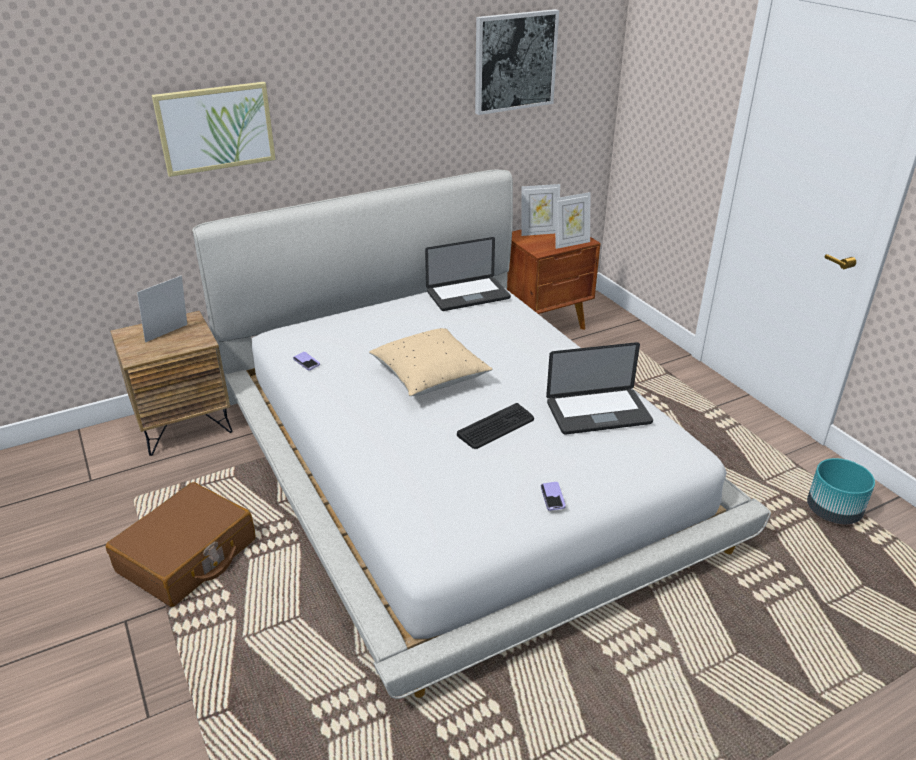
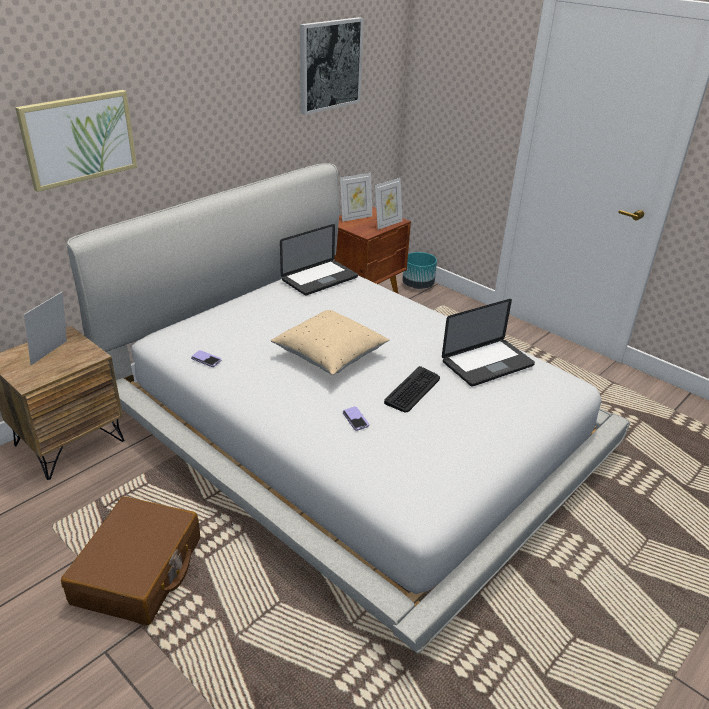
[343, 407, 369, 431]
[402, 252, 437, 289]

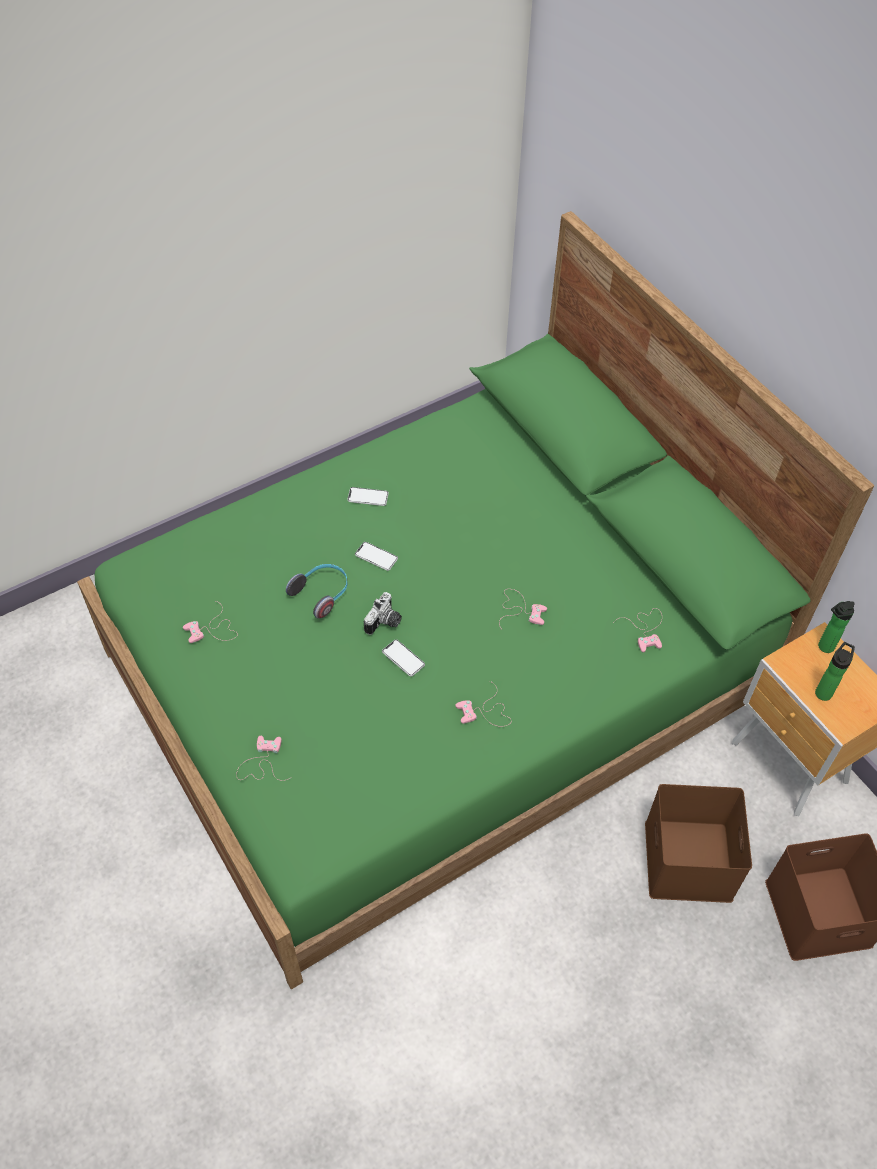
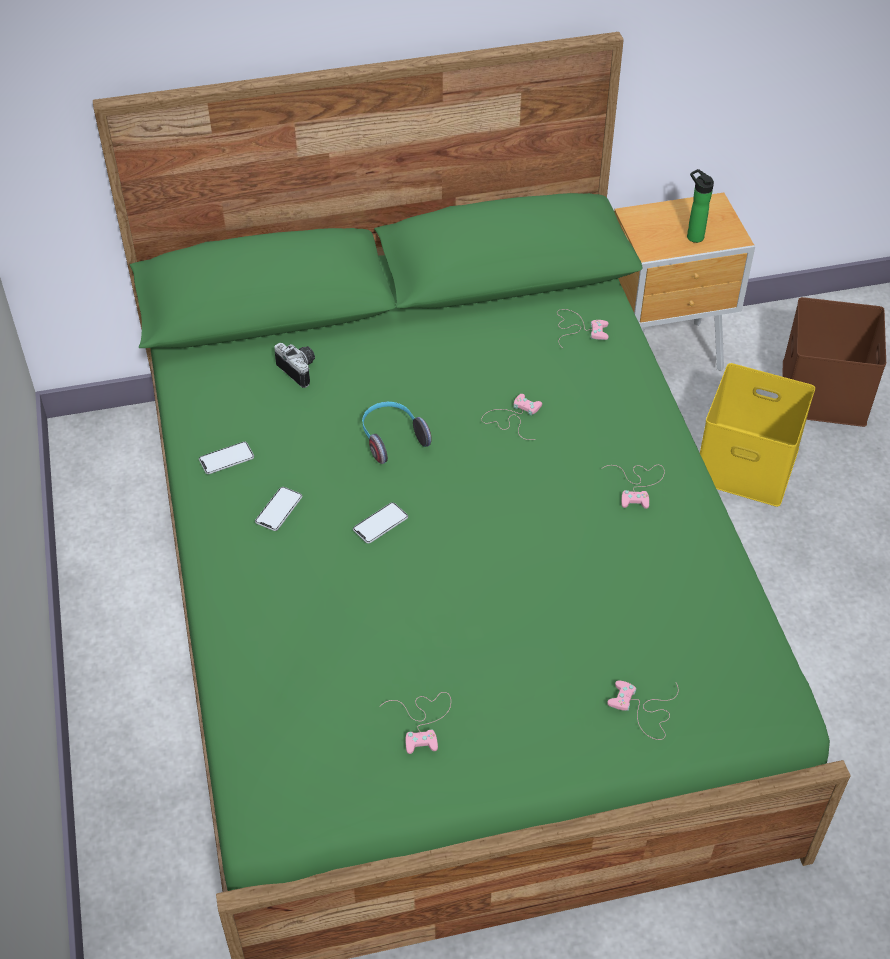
[362, 402, 432, 464]
[274, 343, 315, 388]
[199, 442, 254, 474]
[700, 363, 815, 507]
[818, 601, 855, 653] (first image)

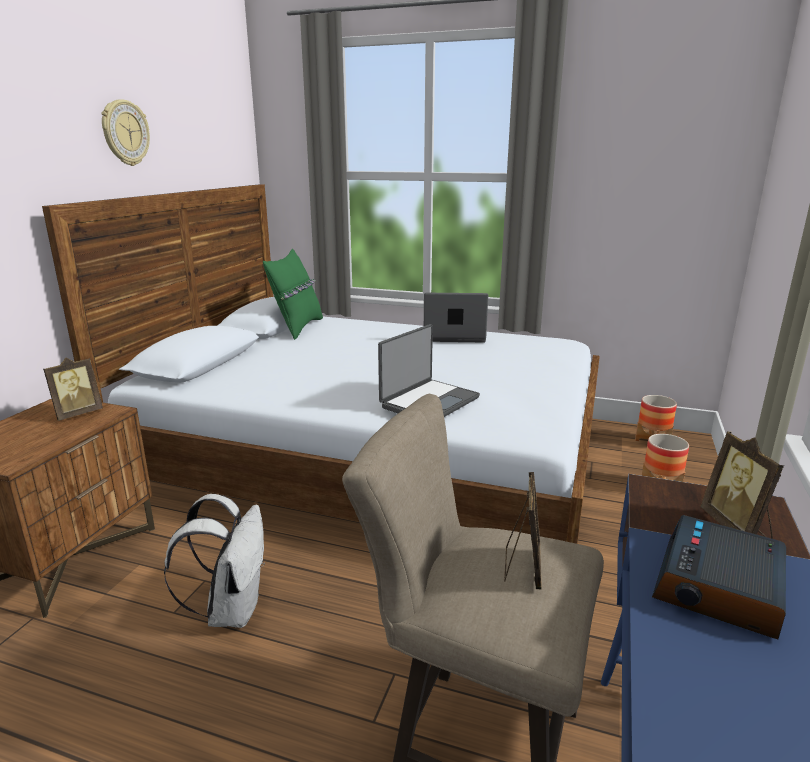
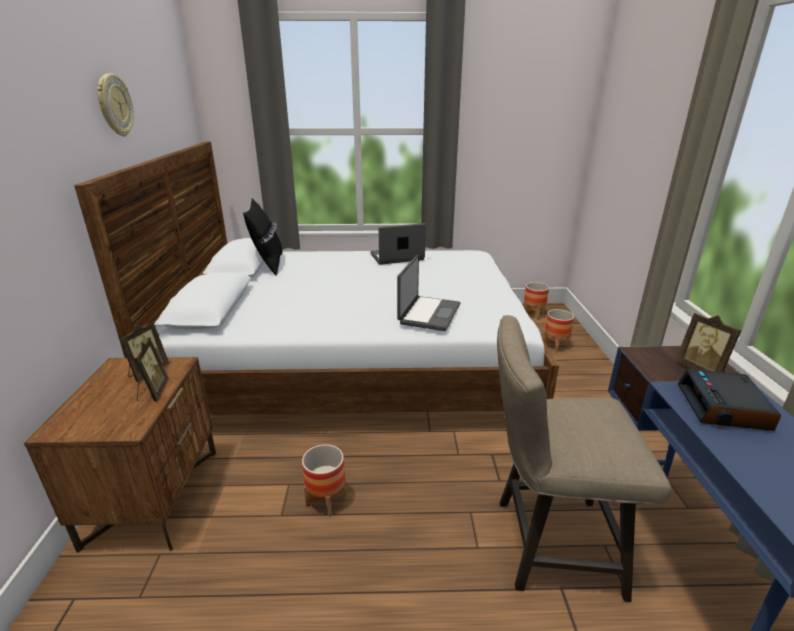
[302, 444, 347, 517]
[243, 198, 282, 276]
[134, 337, 168, 402]

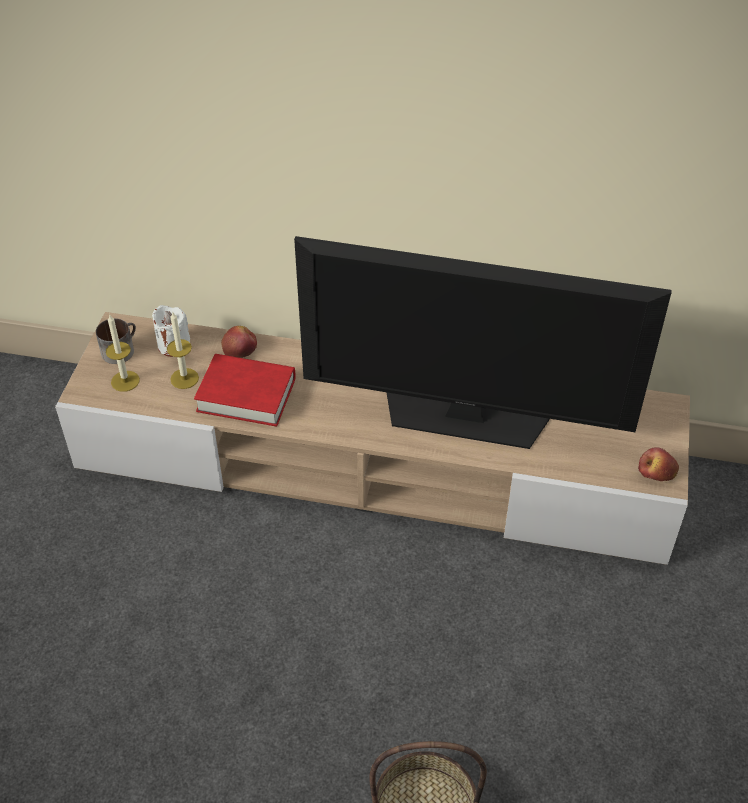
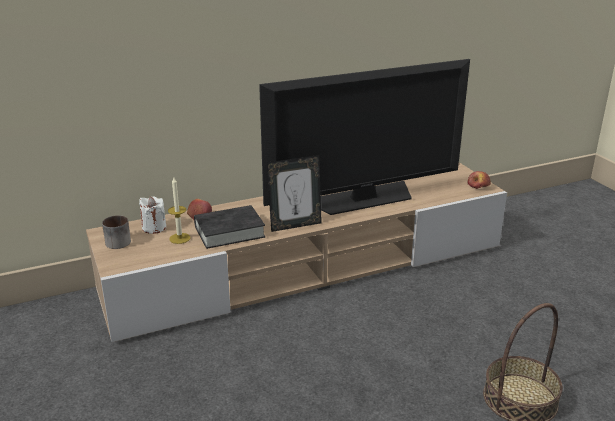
[106, 315, 140, 392] (first image)
[194, 205, 265, 249]
[267, 155, 322, 232]

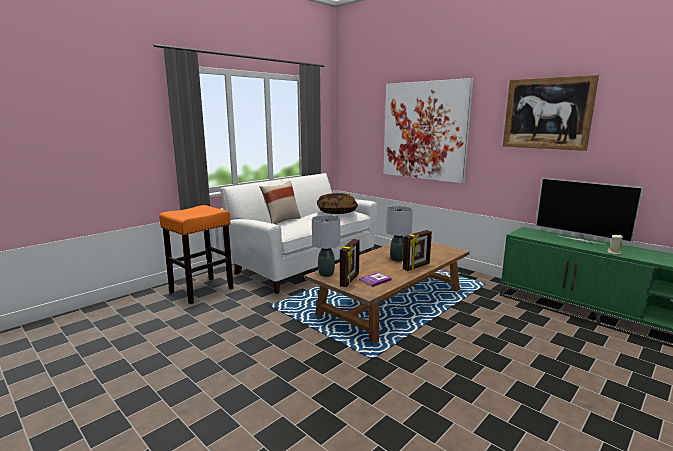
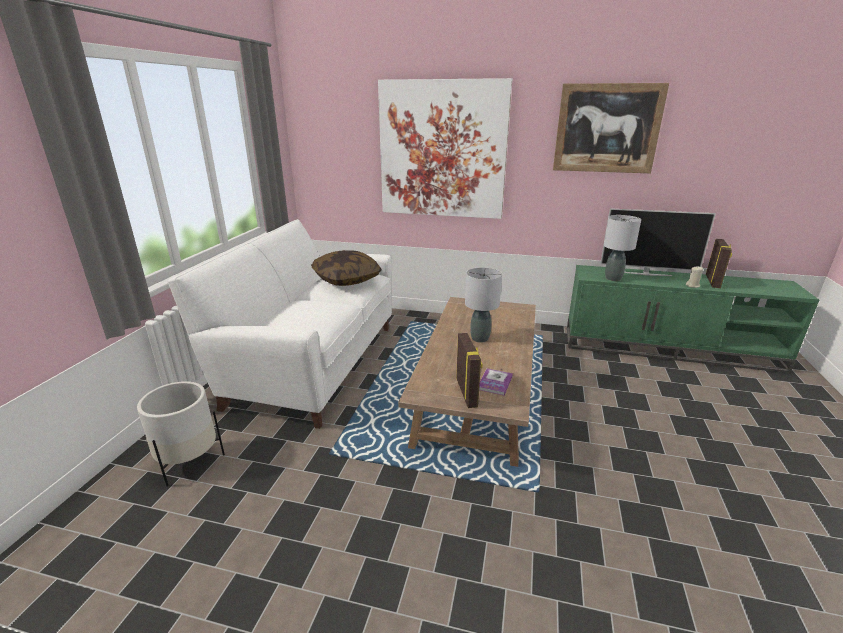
[137, 381, 225, 487]
[260, 181, 301, 224] (first image)
[604, 215, 641, 281]
[706, 239, 732, 288]

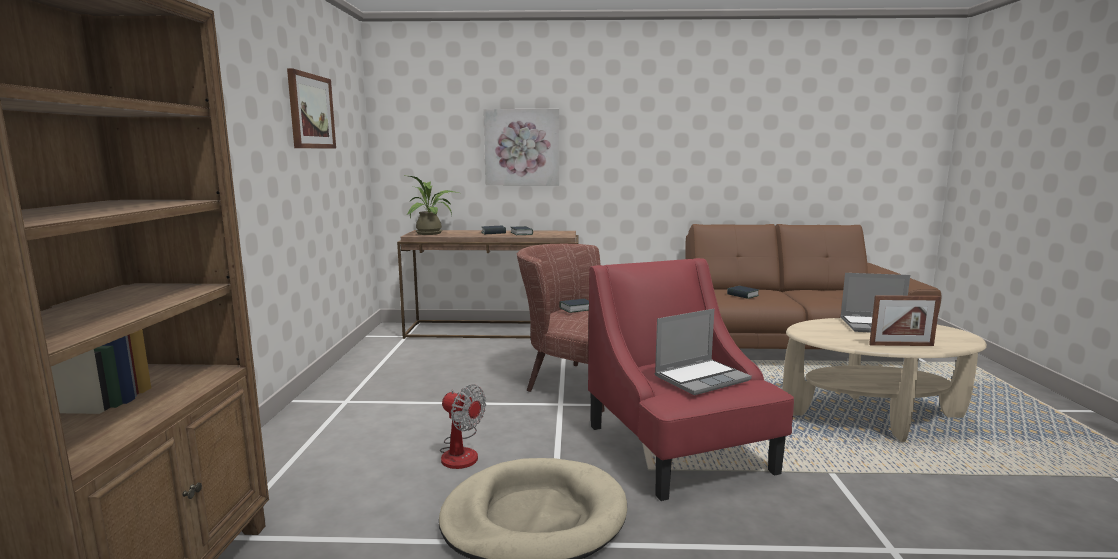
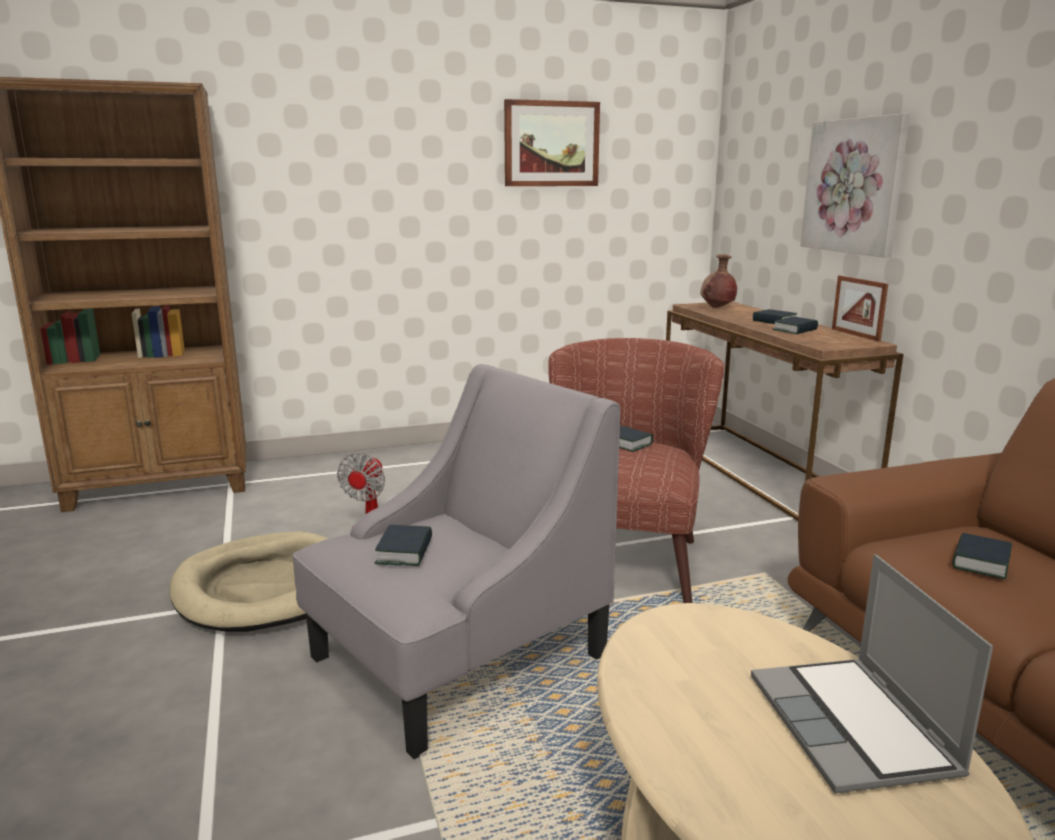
[700, 254, 737, 308]
[293, 364, 620, 759]
[375, 525, 432, 566]
[832, 275, 888, 342]

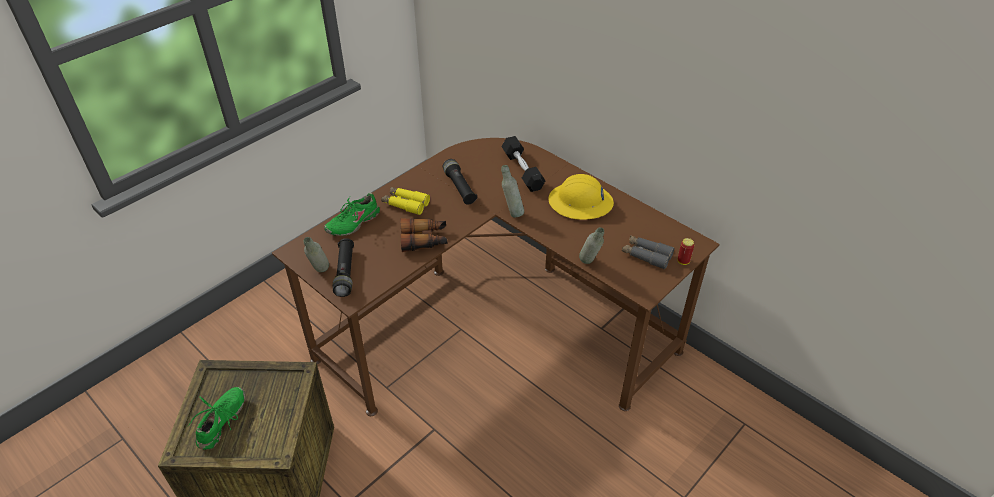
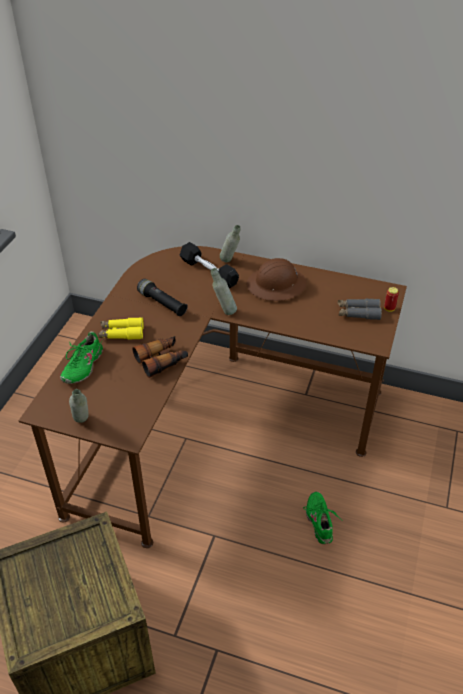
[303, 492, 343, 544]
[333, 238, 354, 297] (first image)
[246, 258, 307, 301]
[220, 225, 241, 262]

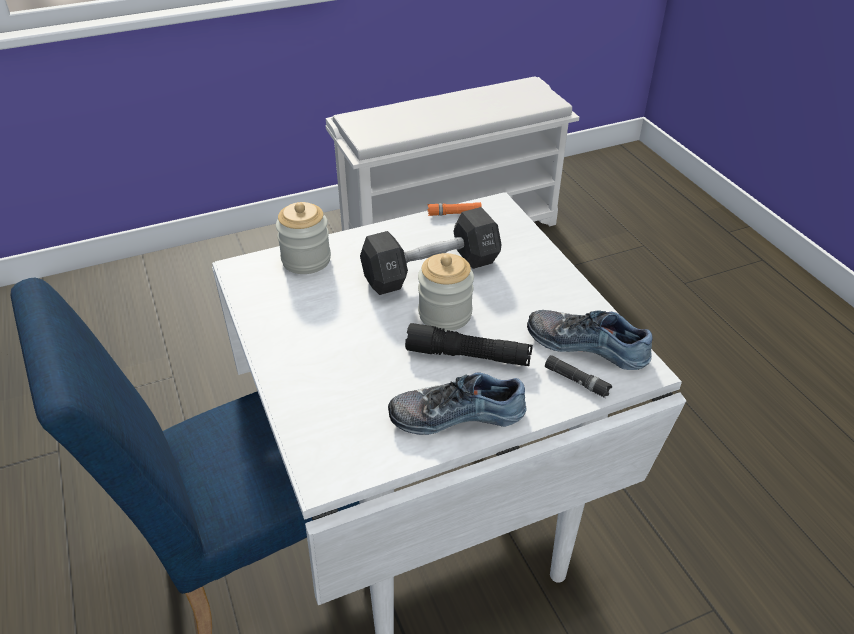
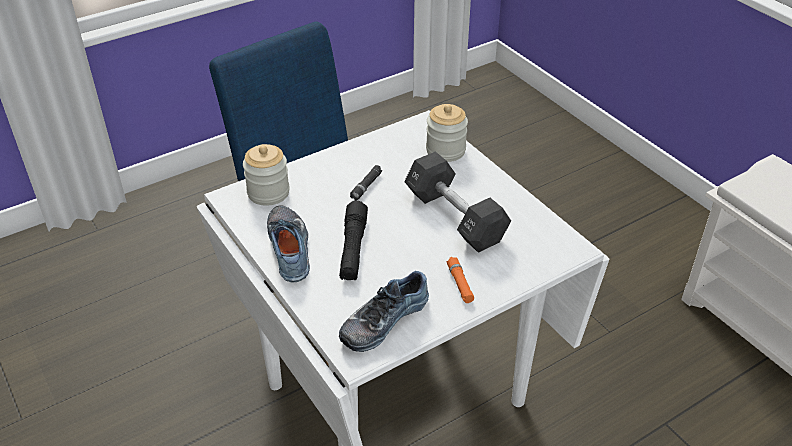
[243, 144, 290, 206]
[447, 257, 474, 303]
[339, 271, 429, 352]
[350, 165, 382, 201]

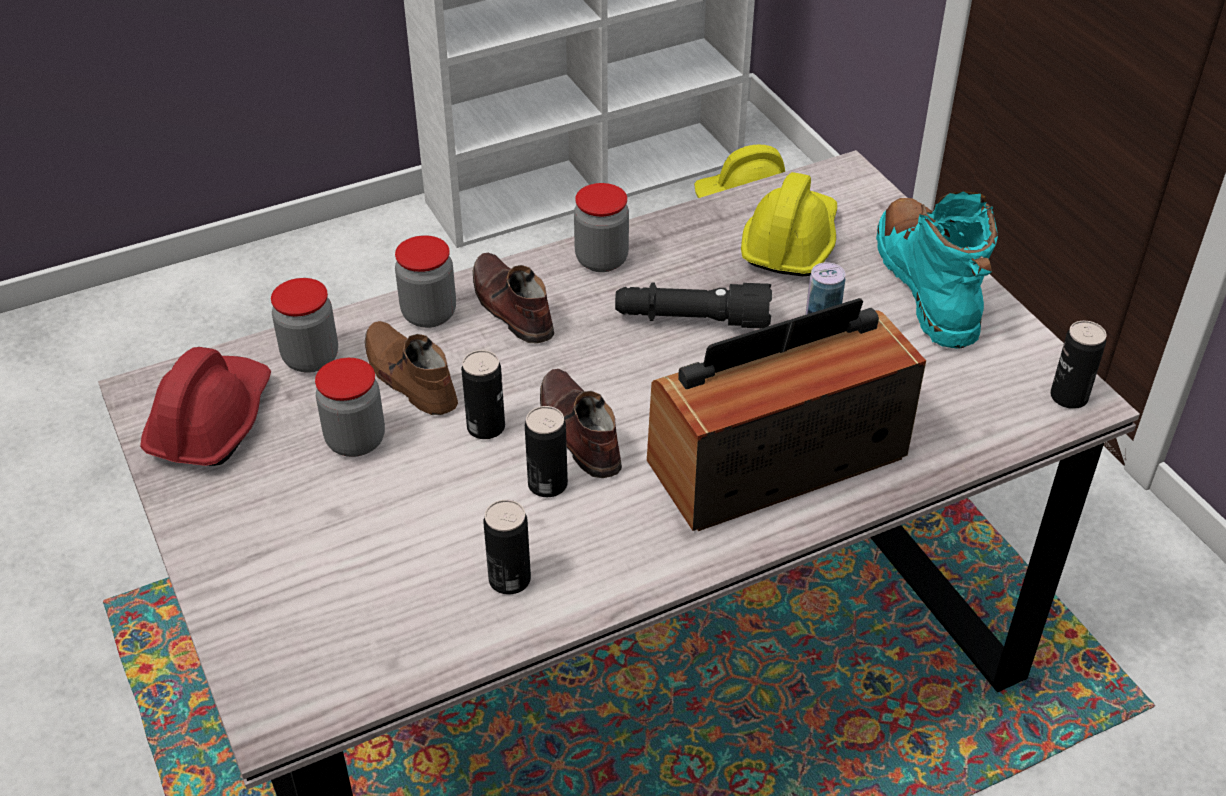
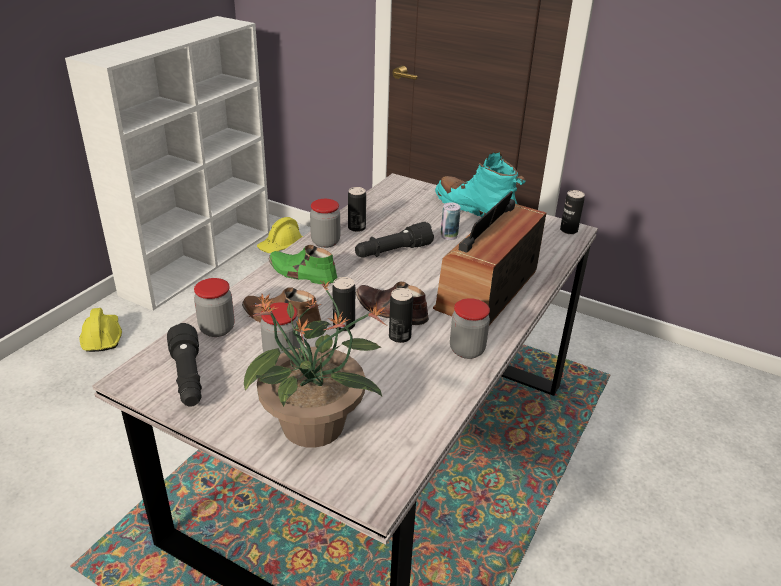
[167, 323, 202, 407]
[450, 298, 490, 359]
[268, 245, 337, 284]
[348, 187, 366, 232]
[80, 308, 122, 352]
[244, 280, 386, 448]

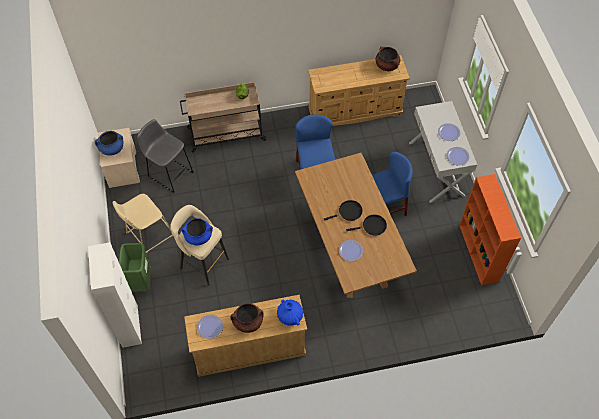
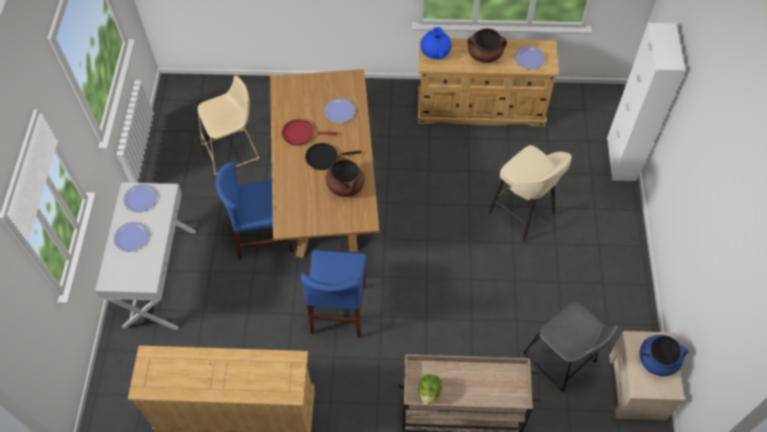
[198, 75, 260, 175]
[119, 243, 151, 292] (first image)
[182, 218, 213, 246] (first image)
[282, 119, 337, 146]
[326, 155, 364, 197]
[459, 174, 521, 285] (first image)

